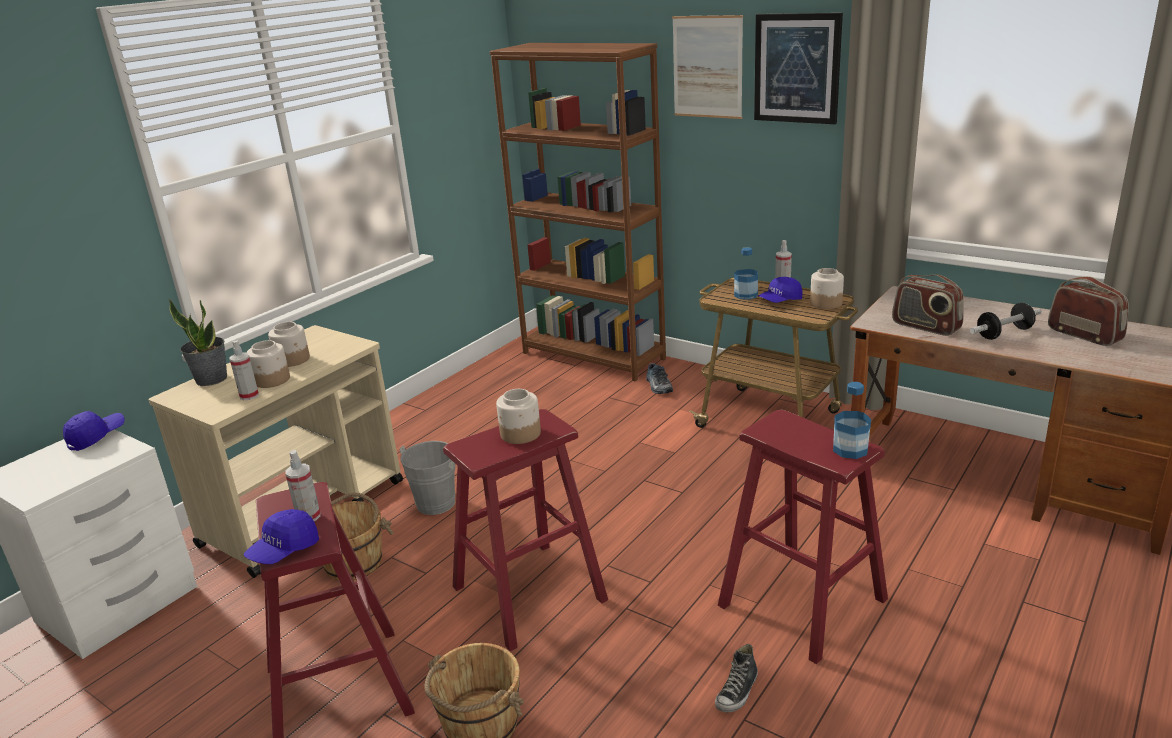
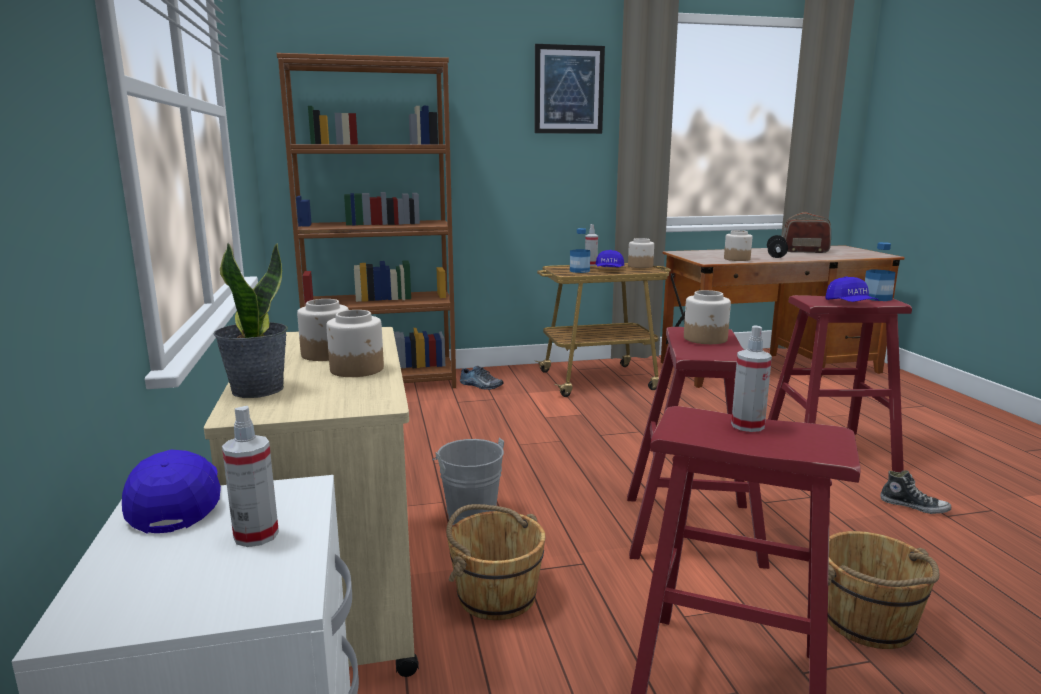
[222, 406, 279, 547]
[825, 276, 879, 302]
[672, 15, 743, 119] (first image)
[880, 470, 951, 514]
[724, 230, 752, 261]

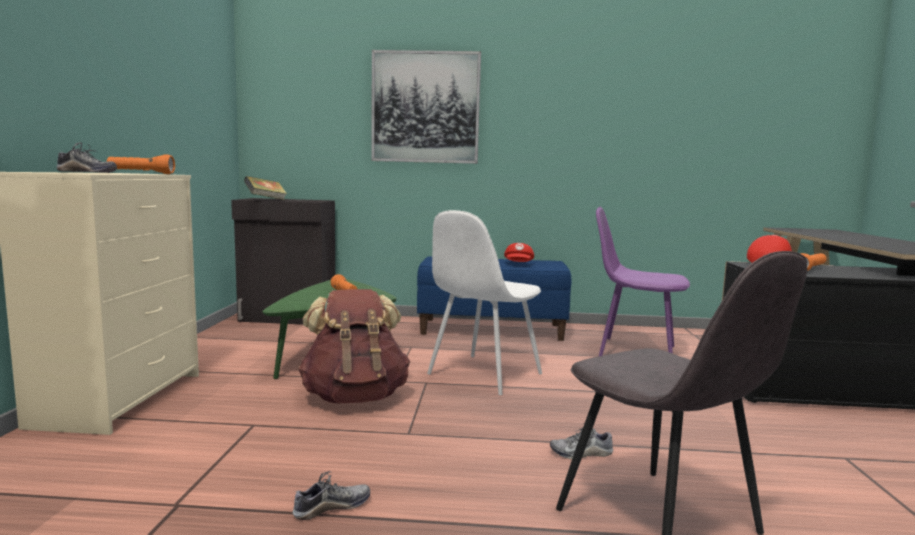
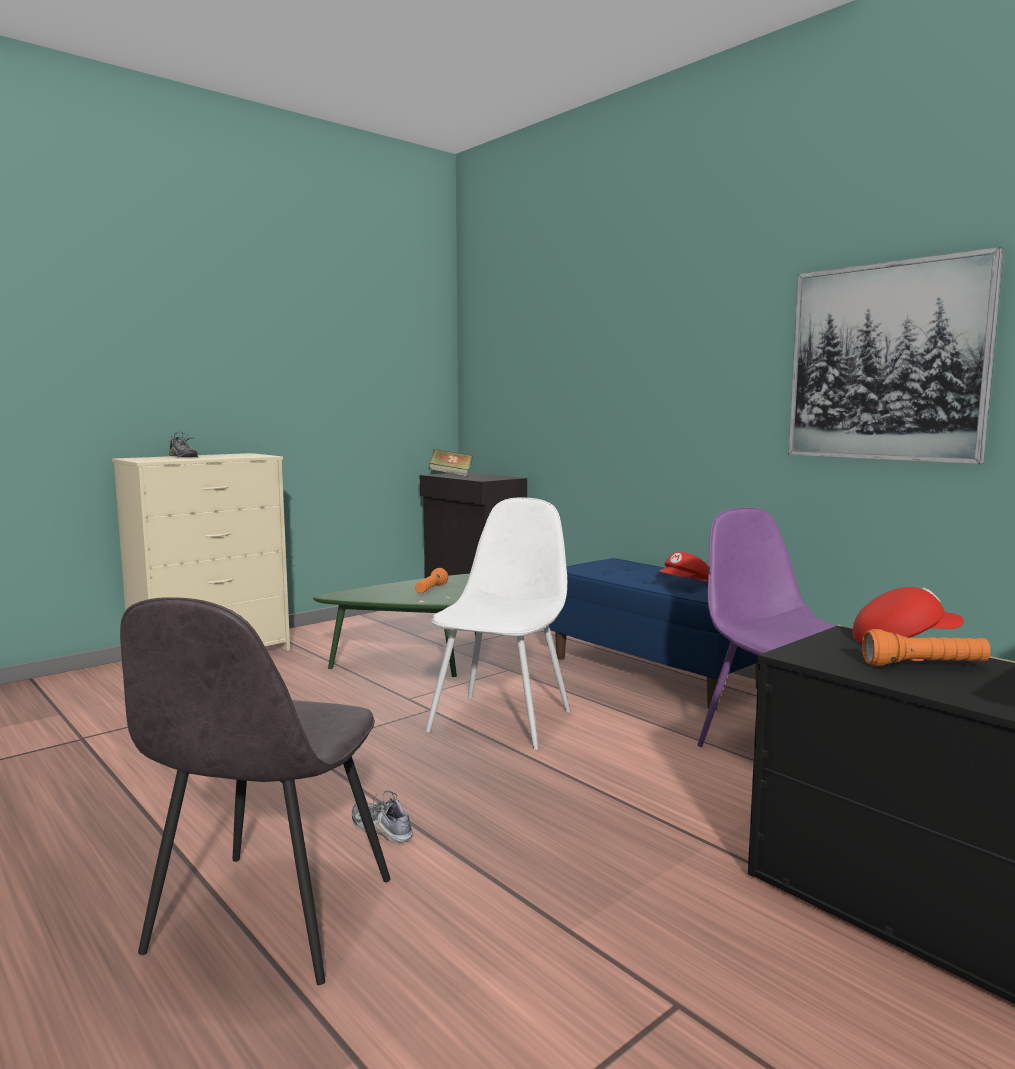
[107, 154, 175, 174] (first image)
[292, 471, 370, 520] (first image)
[298, 289, 410, 403] (first image)
[788, 247, 1004, 464]
[426, 498, 570, 750]

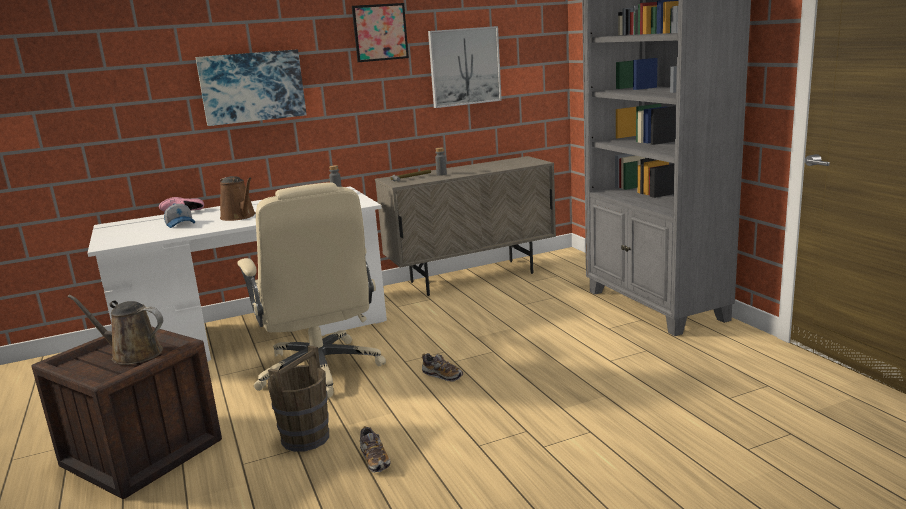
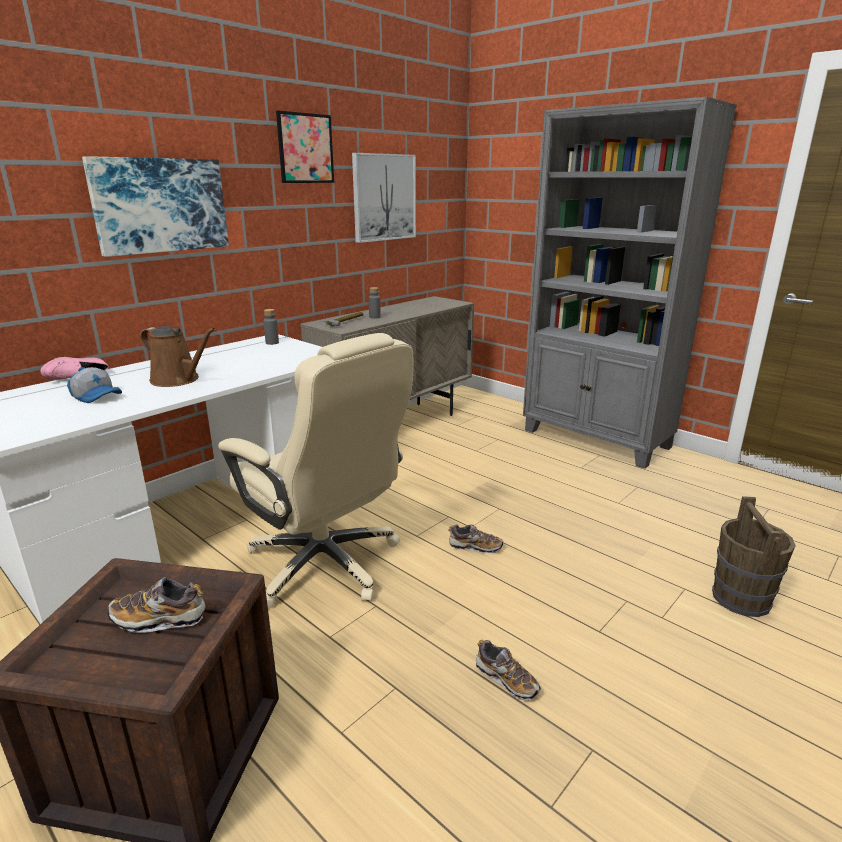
[108, 577, 205, 633]
[712, 496, 796, 617]

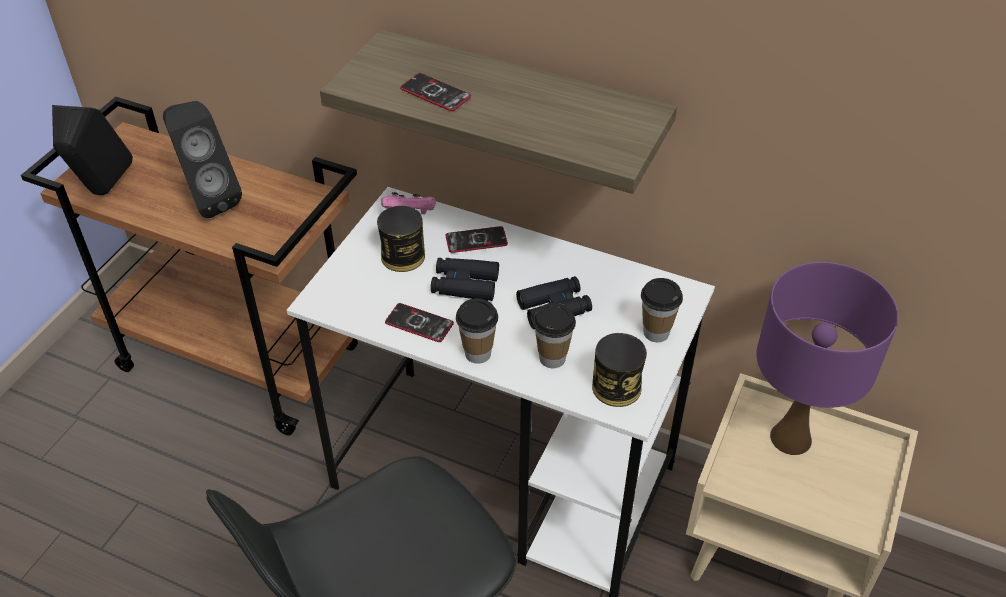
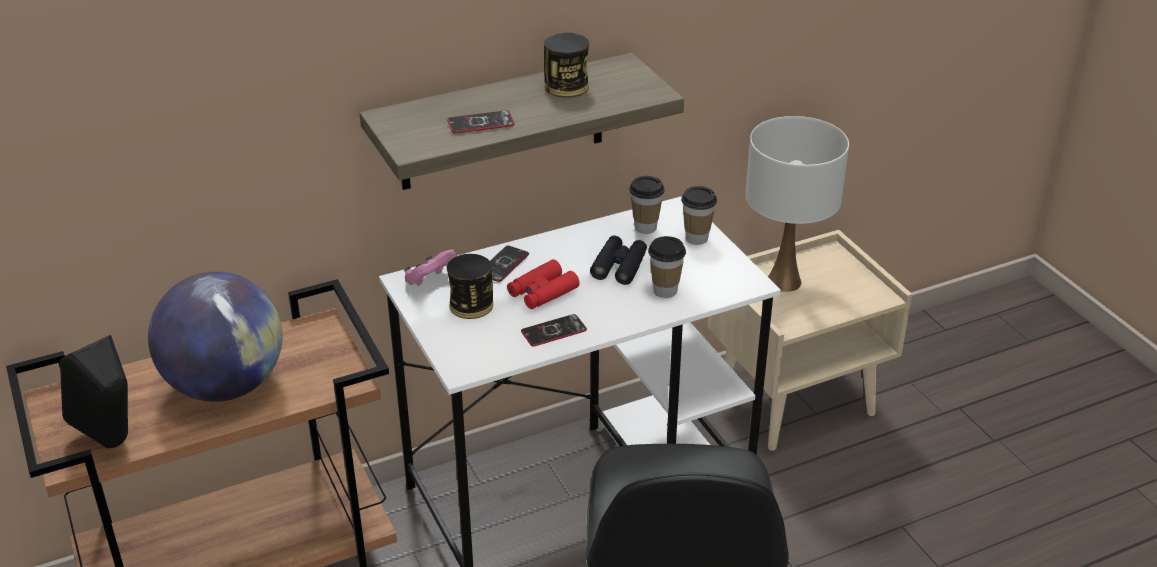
[148, 272, 283, 402]
[507, 259, 579, 309]
[629, 176, 665, 234]
[544, 33, 589, 98]
[745, 116, 849, 292]

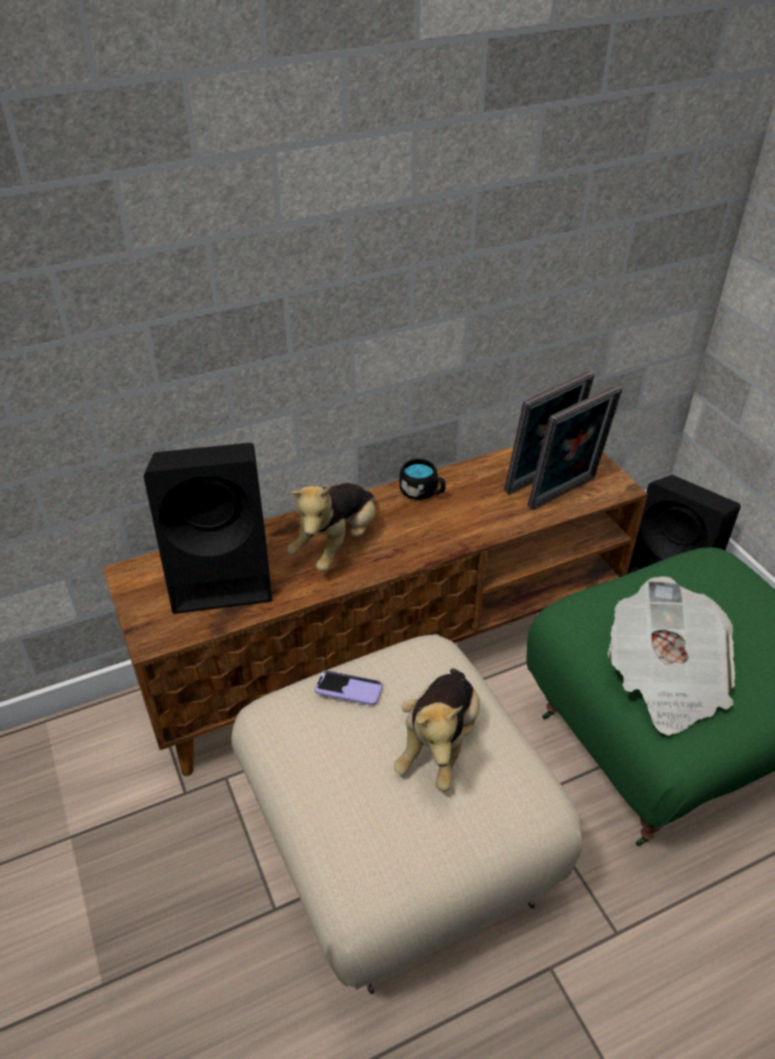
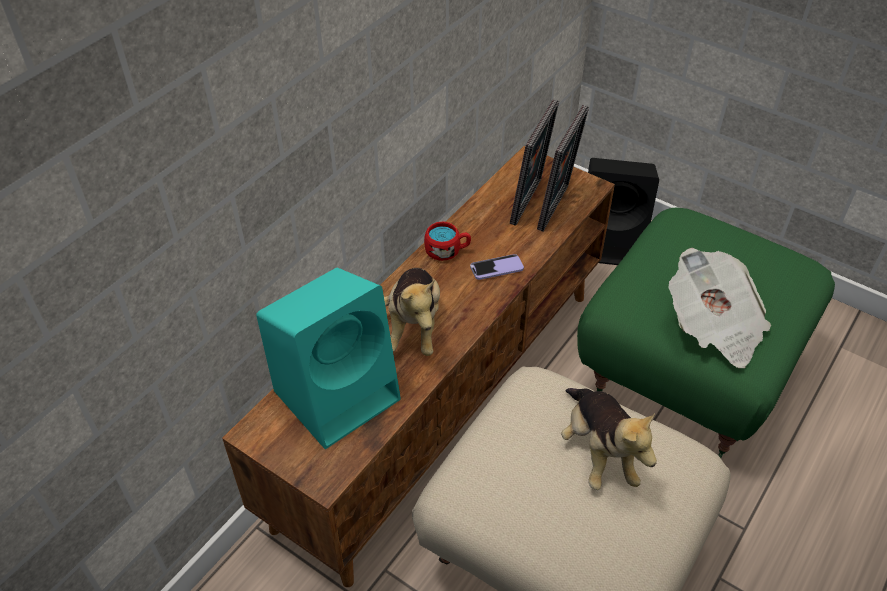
[256, 268, 401, 449]
[470, 254, 524, 280]
[424, 222, 471, 261]

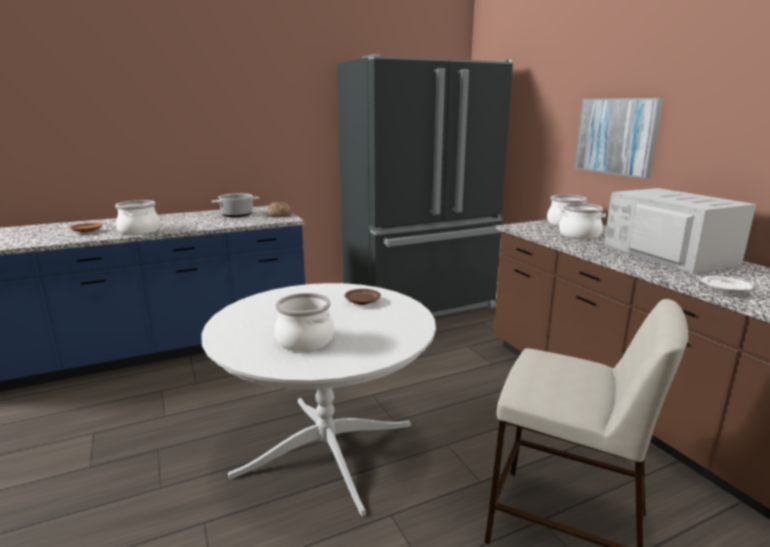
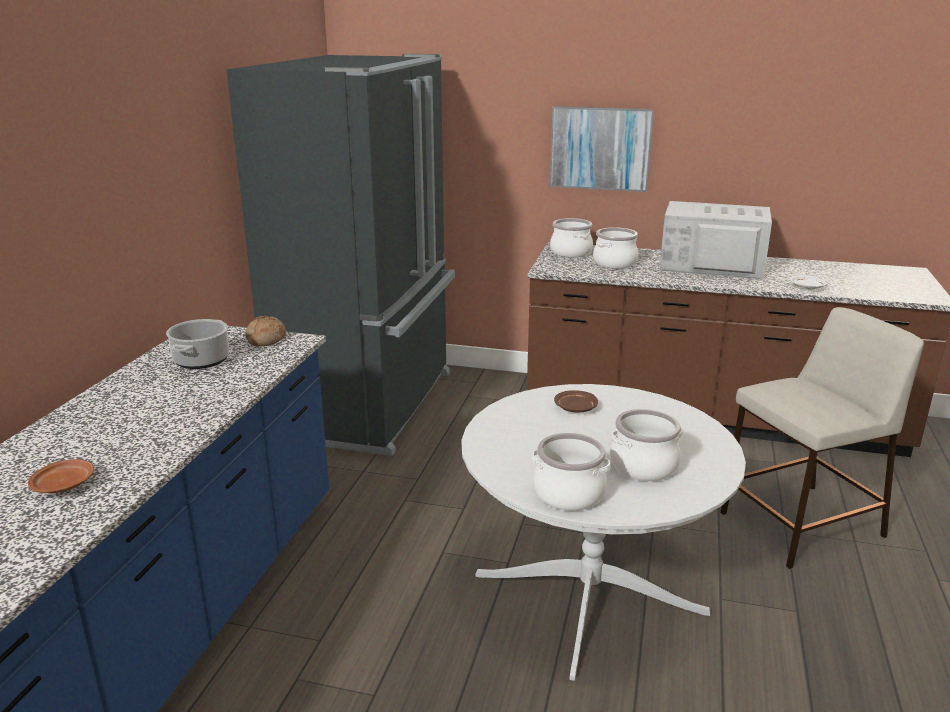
[532, 433, 611, 511]

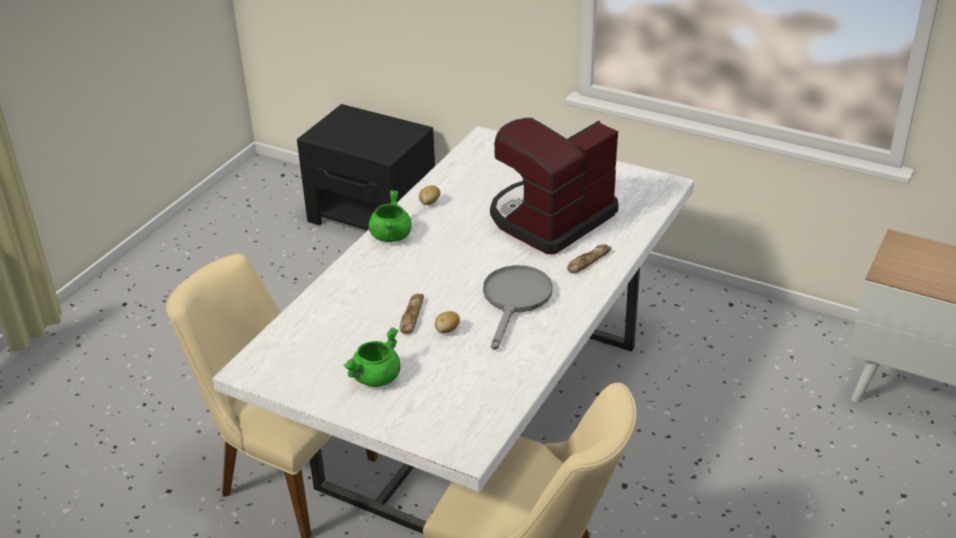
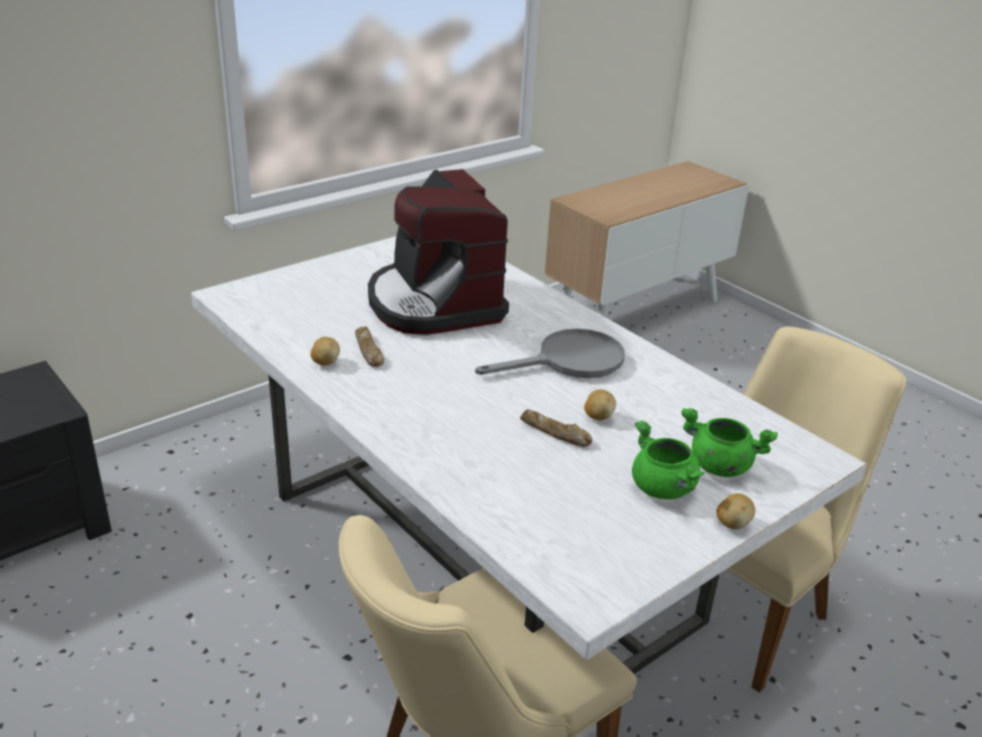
[681, 408, 777, 477]
[475, 329, 625, 378]
[355, 327, 384, 367]
[717, 493, 755, 529]

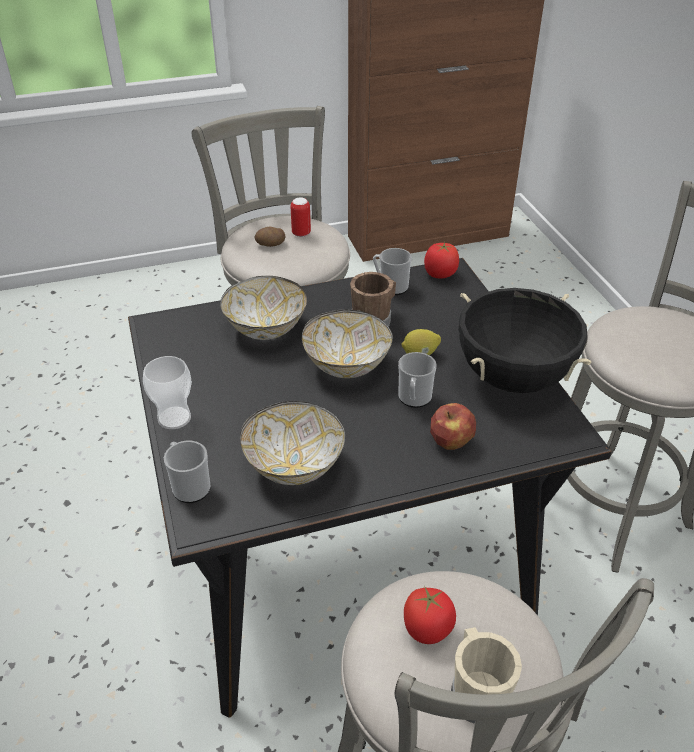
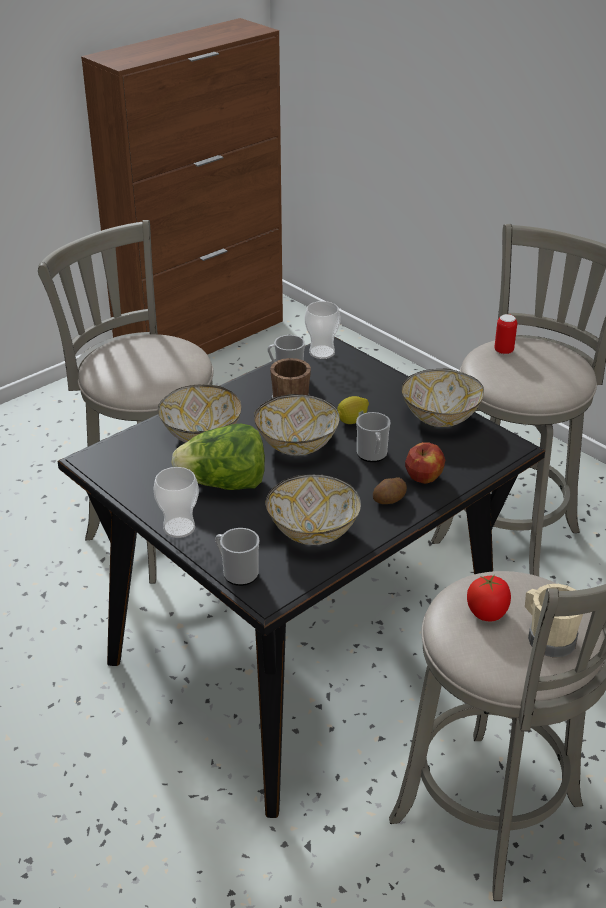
[373, 477, 407, 504]
[494, 314, 517, 354]
[305, 301, 341, 359]
[402, 369, 484, 427]
[171, 424, 265, 490]

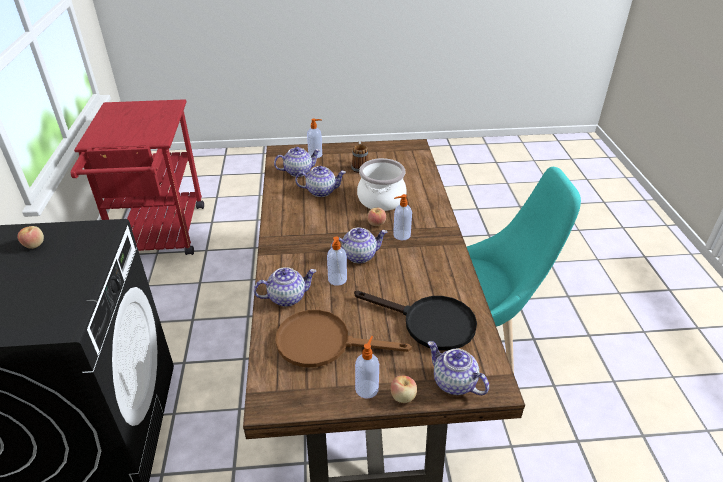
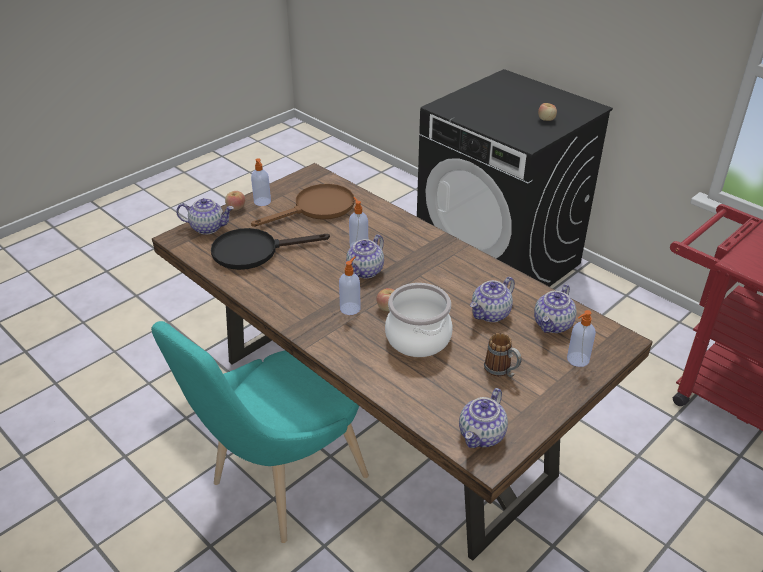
[459, 388, 508, 448]

